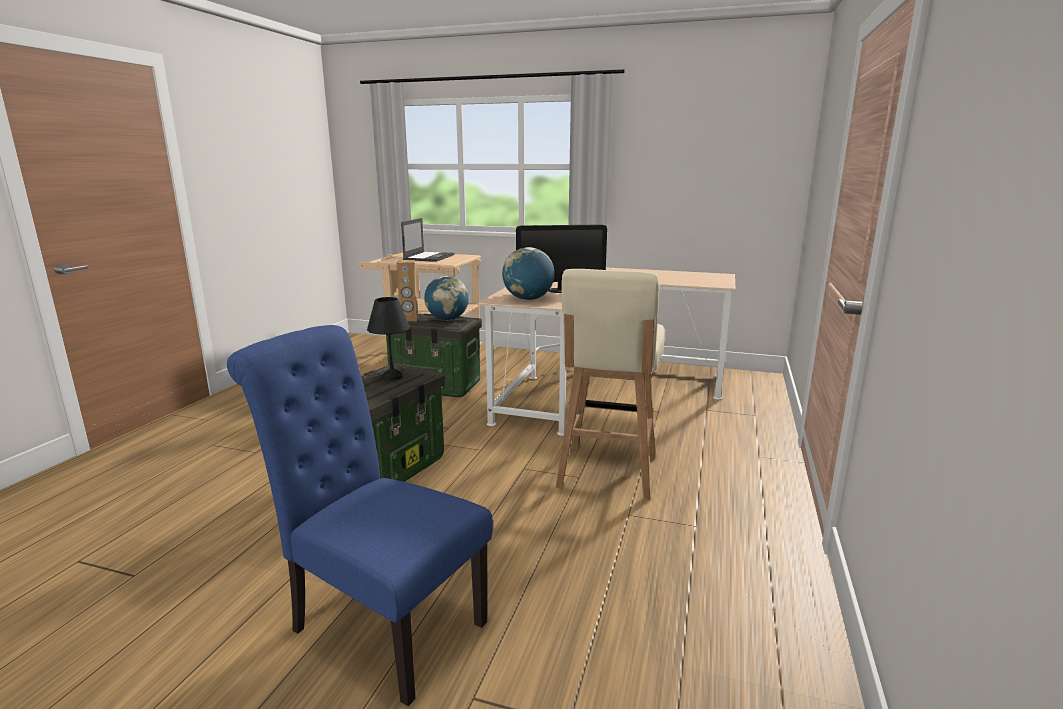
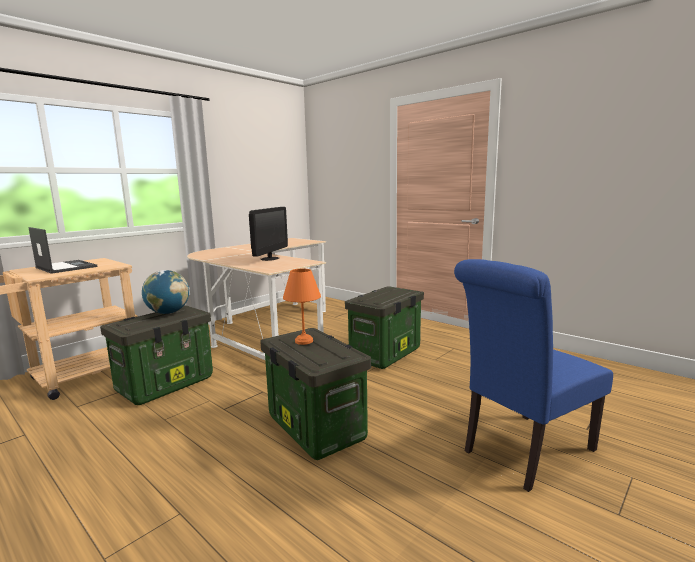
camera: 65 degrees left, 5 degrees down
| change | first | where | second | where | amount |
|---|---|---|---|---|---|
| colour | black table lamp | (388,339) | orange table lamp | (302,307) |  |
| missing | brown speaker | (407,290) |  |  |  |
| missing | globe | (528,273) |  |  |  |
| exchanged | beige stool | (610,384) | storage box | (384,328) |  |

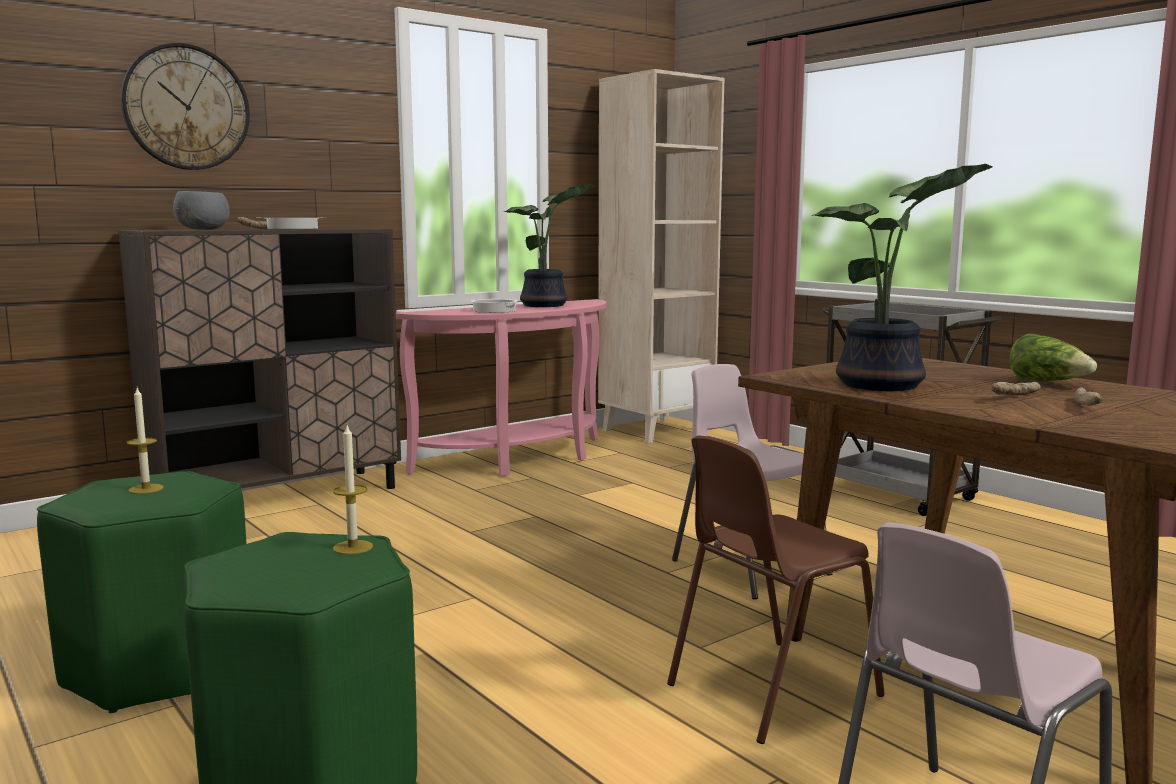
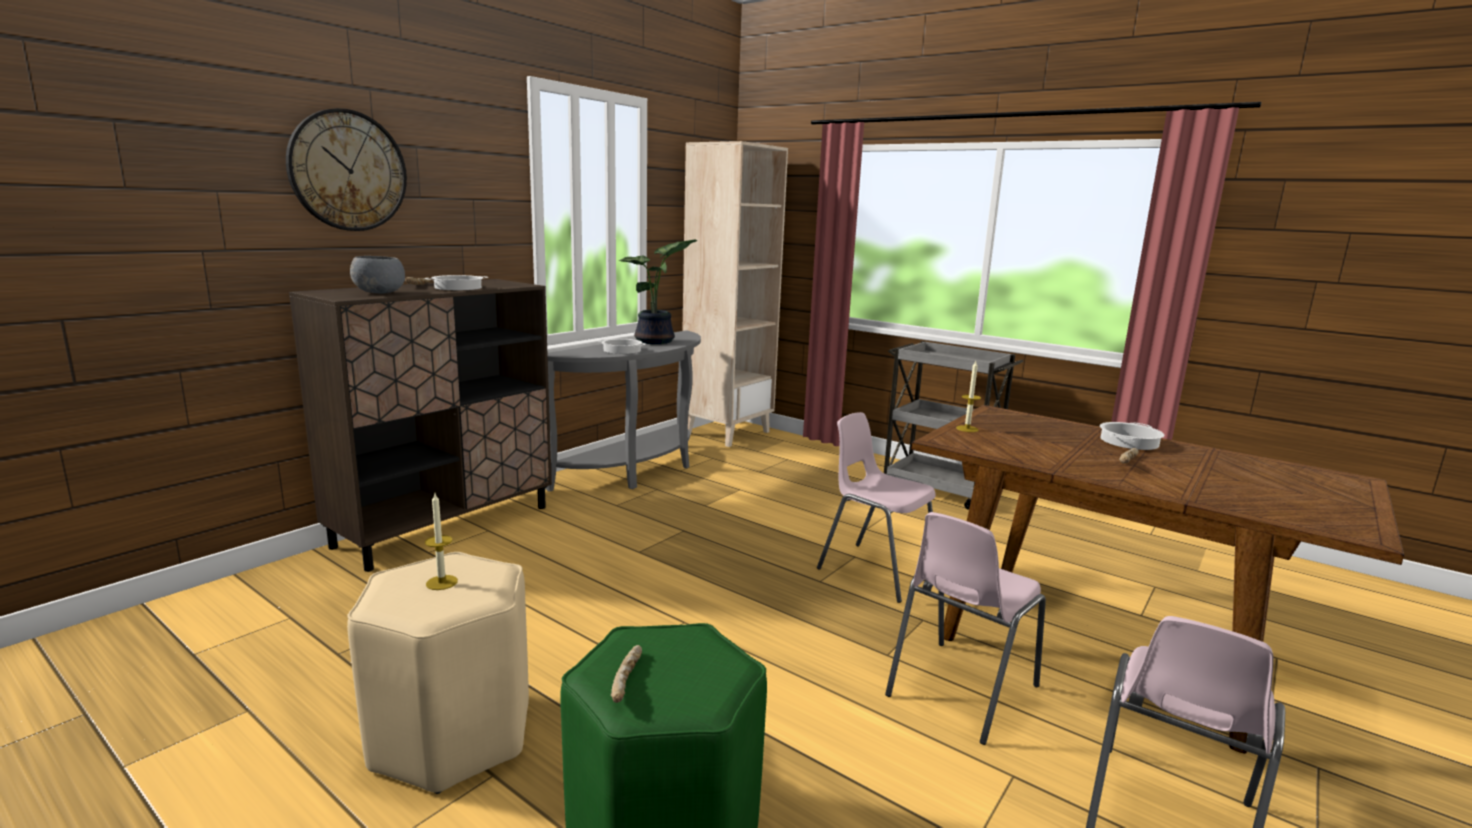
camera: 15 degrees left, 5 degrees up
| change | first | where | second | where | amount |
|---|---|---|---|---|---|
| colour | green stool | (142,592) | beige stool | (438,673) |  |
| relocated | candle | (353,490) |  | (968,396) |  |
| colour | pink console table | (501,388) | grey console table | (623,411) |  |
| colour | brown chair | (776,590) | pink chair | (965,628) |  |
| missing | potted plant | (902,277) |  |  |  |
| exchanged | lettuce | (1053,357) | cooking pot | (1132,436) |  |
| relocated | bread | (1088,396) |  | (626,674) |  |

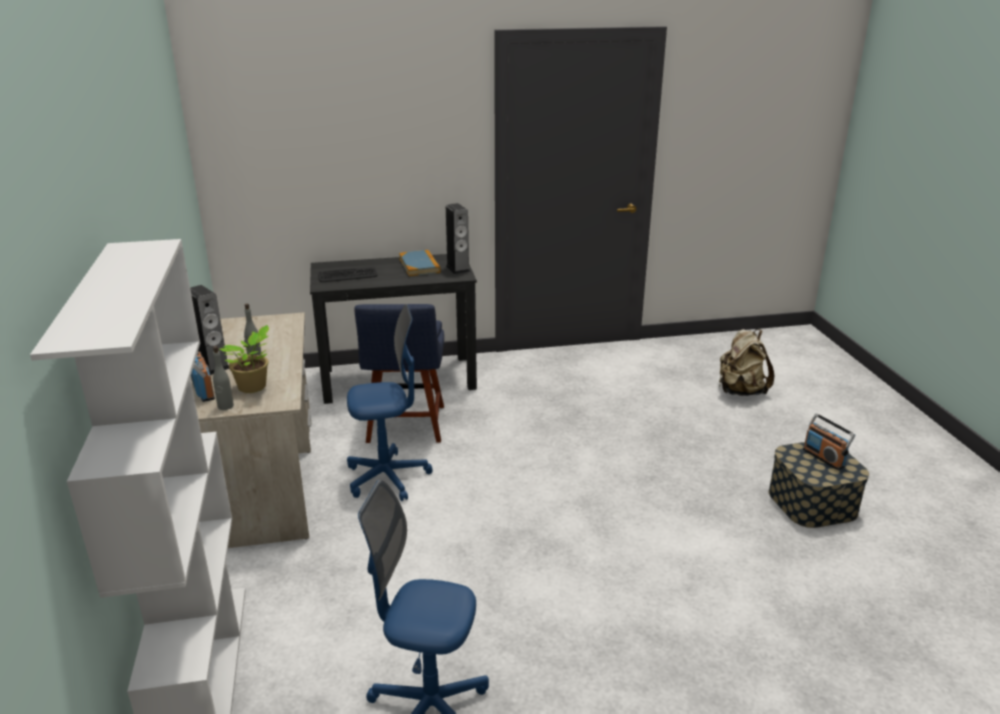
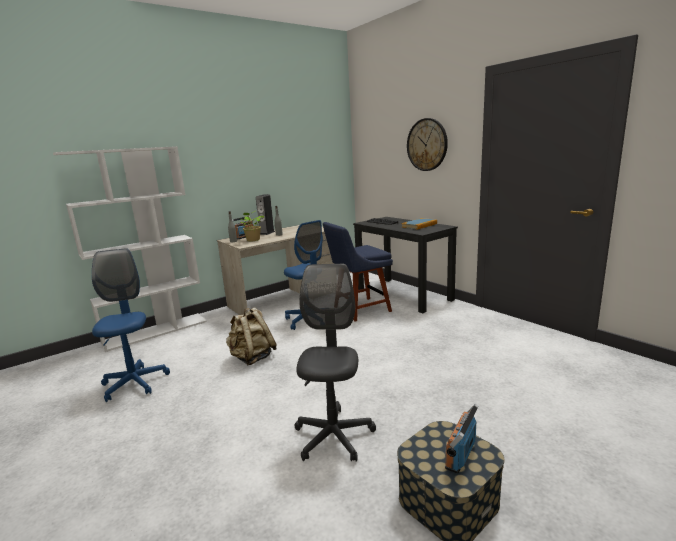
camera: 65 degrees right, 10 degrees down
| change | first | where | second | where | amount |
|---|---|---|---|---|---|
| missing | speaker | (458,238) |  |  |  |
| relocated | beige backpack | (746,362) |  | (251,336) |  |
| appeared |  |  | grey office chair | (335,363) |  |
| appeared |  |  | wall clock | (427,144) |  |

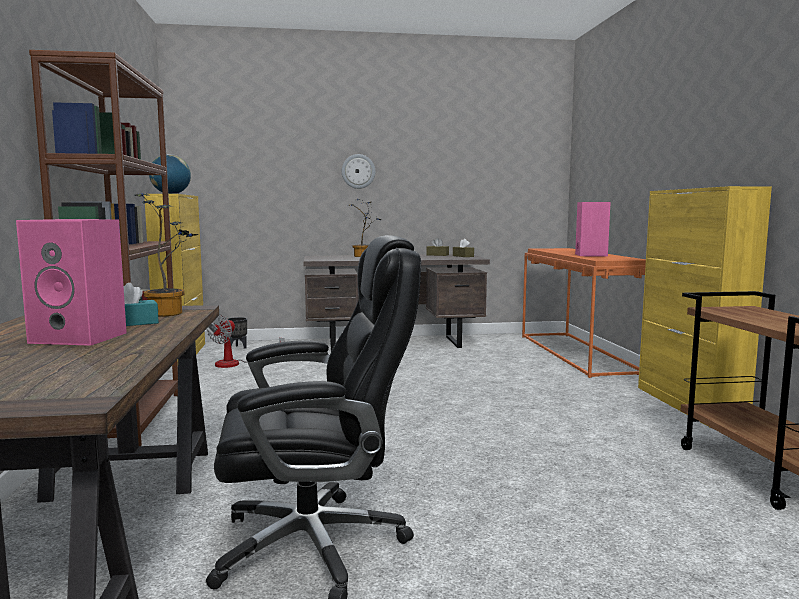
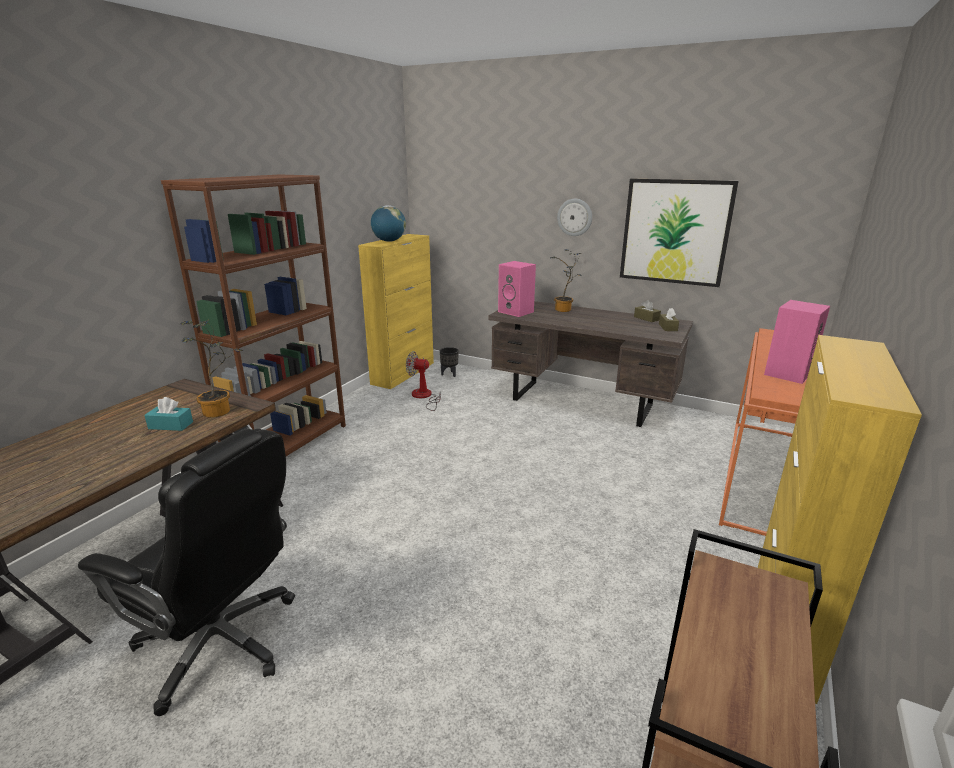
camera: 35 degrees right, 15 degrees up
| change | first | where | second | where | amount |
|---|---|---|---|---|---|
| relocated | pink speaker | (71,282) |  | (517,289) |  |
| spun | fan | (245,341) |  | (423,381) | 45 degrees clockwise |
| appeared |  |  | picture | (679,233) |  |

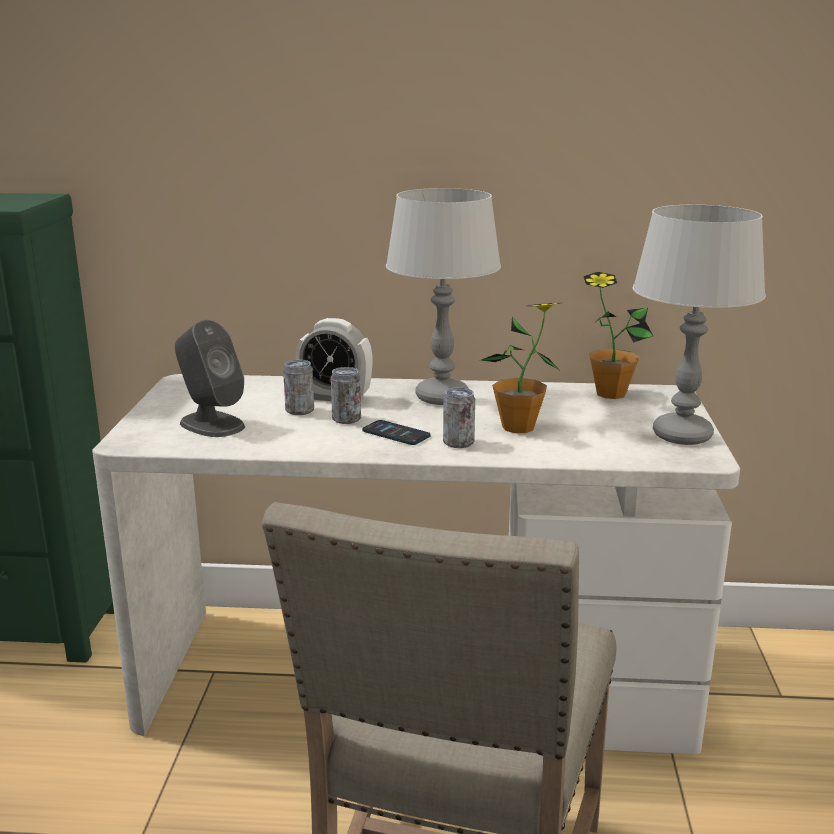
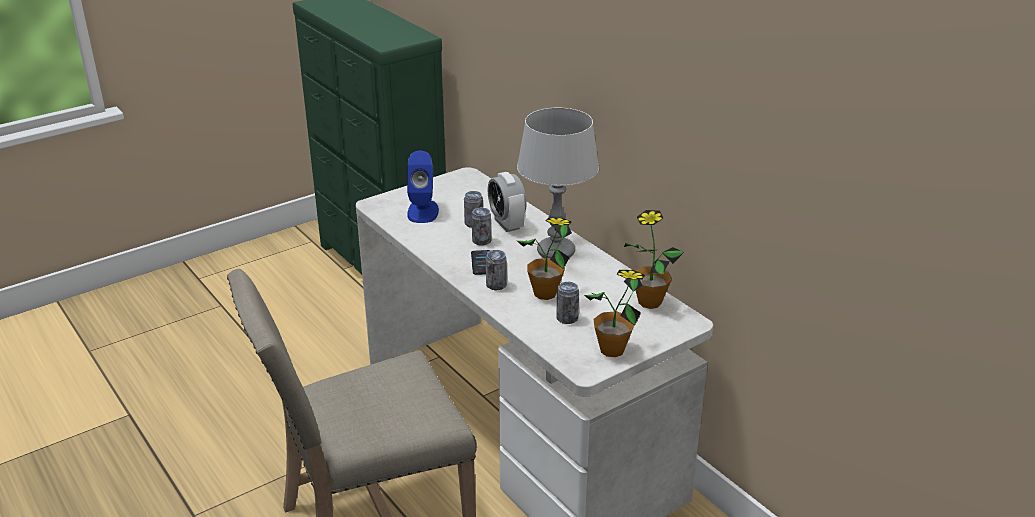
camera: 50 degrees right, 10 degrees up
| change | first | where | second | where | amount |
|---|---|---|---|---|---|
| colour | grey speaker | (210,378) | blue speaker | (423,187) |  |
| exchanged | grey table lamp | (699,325) | potted plant | (614,313) |  |
| appeared |  |  | can | (567,303) |  |

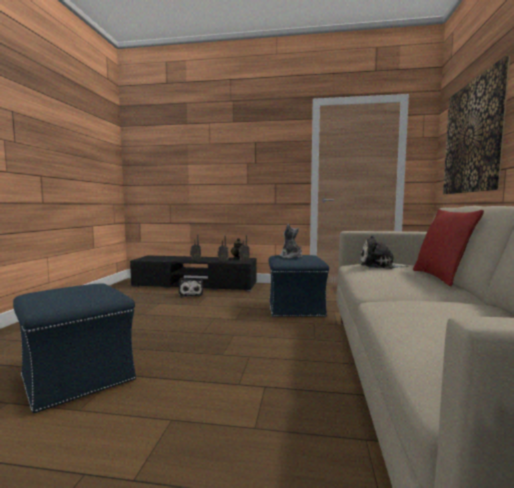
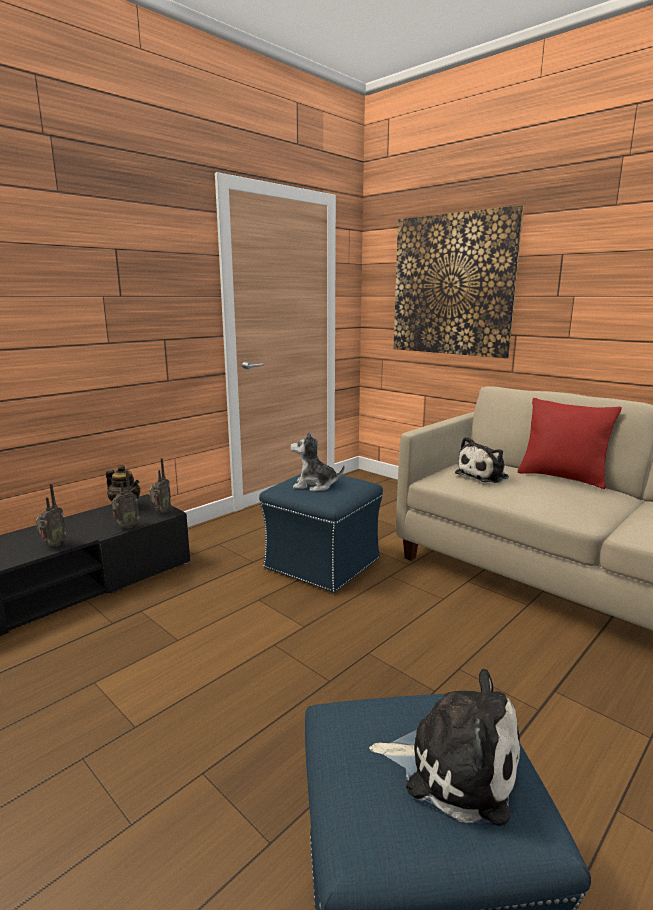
camera: 55 degrees left, 10 degrees up
| change | first | where | second | where | amount |
|---|---|---|---|---|---|
| relocated | plush toy | (191,288) |  | (444,747) |  |

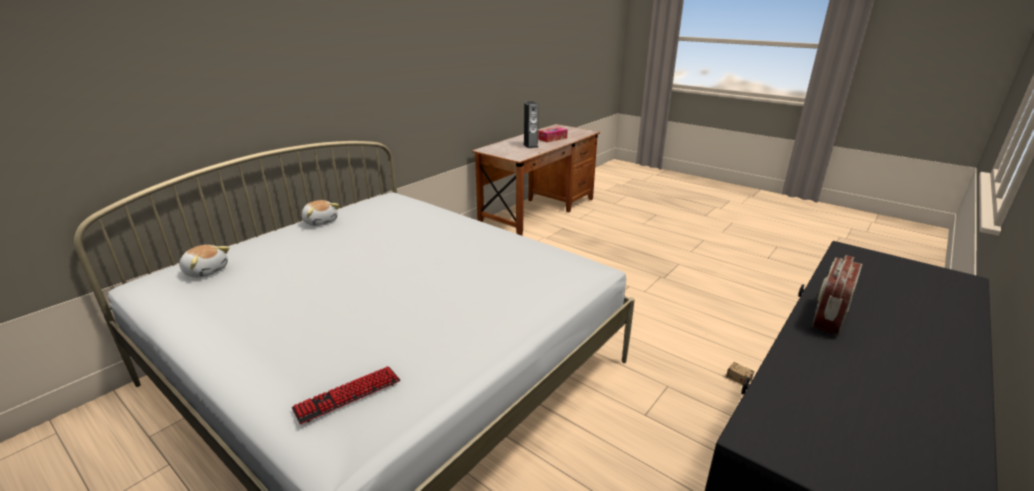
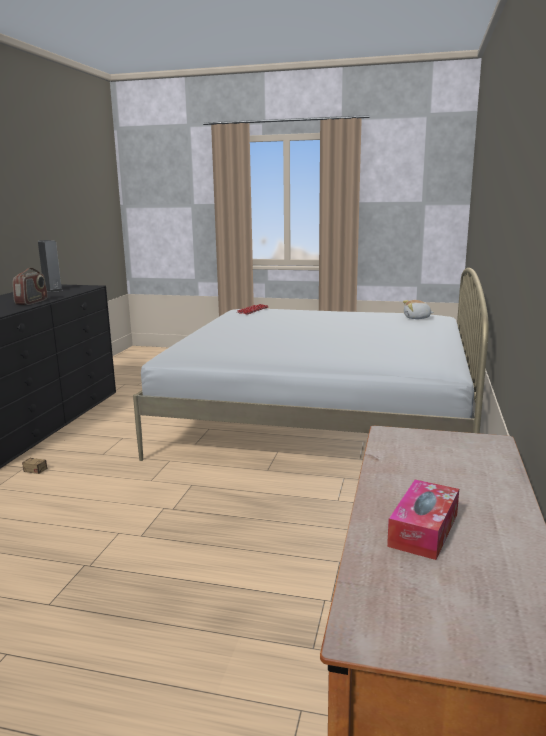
camera: 155 degrees right, 10 degrees down
| change | first | where | second | where | amount |
|---|---|---|---|---|---|
| missing | plush toy | (320,213) |  |  |  |
| relocated | speaker | (531,124) |  | (50,266) |  |

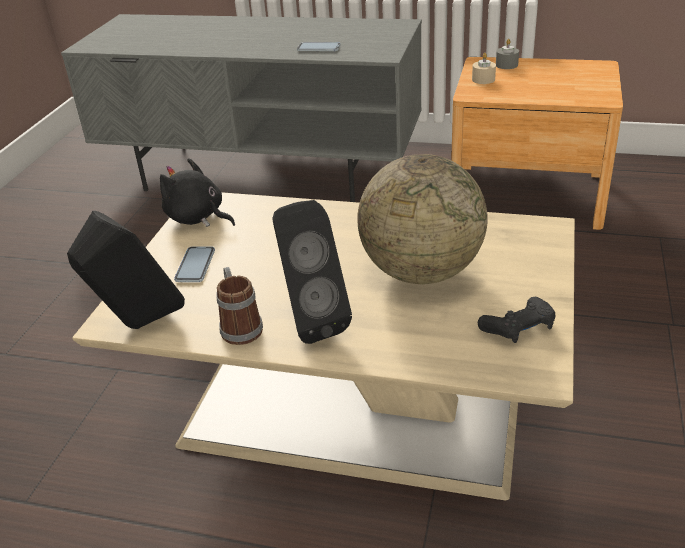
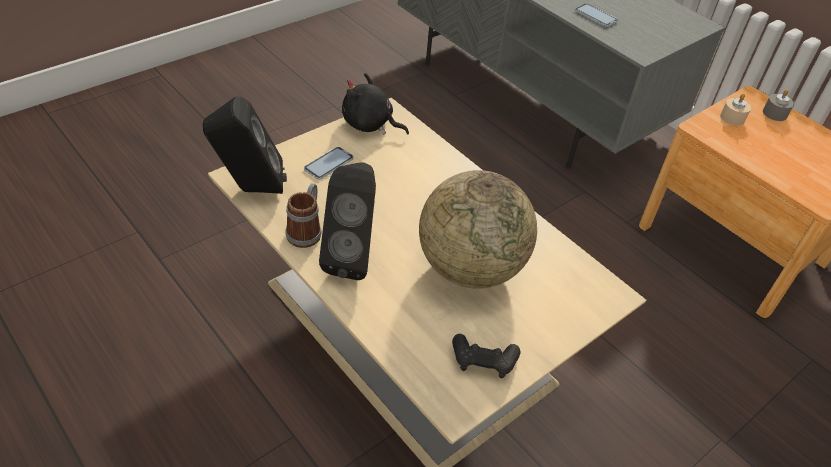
camera: 30 degrees right, 10 degrees up
| change | first | where | second | where | amount |
|---|---|---|---|---|---|
| spun | black plush toy | (197,192) |  | (375,104) | 45 degrees counterclockwise |

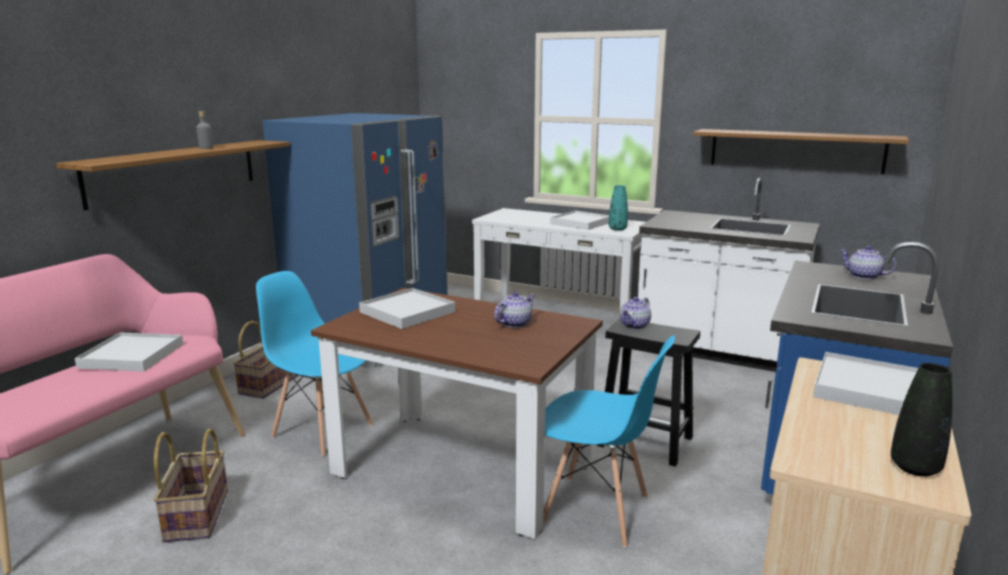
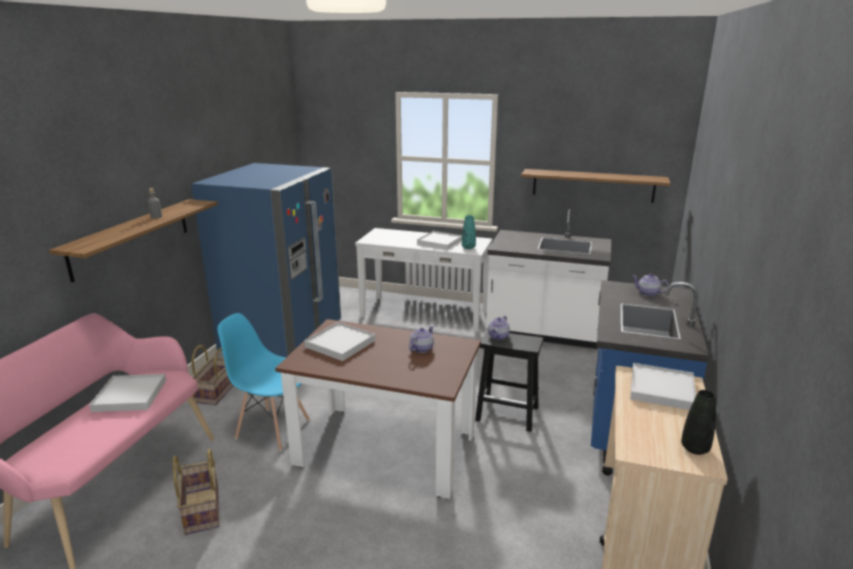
camera: 10 degrees left, 5 degrees up
| change | first | where | second | where | amount |
|---|---|---|---|---|---|
| missing | blue chair | (609,441) |  |  |  |

